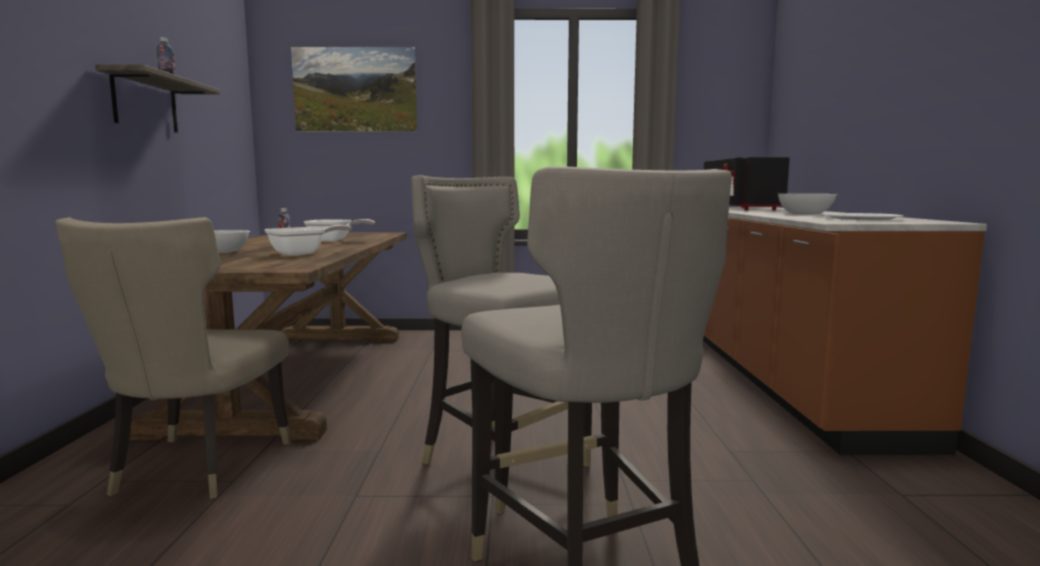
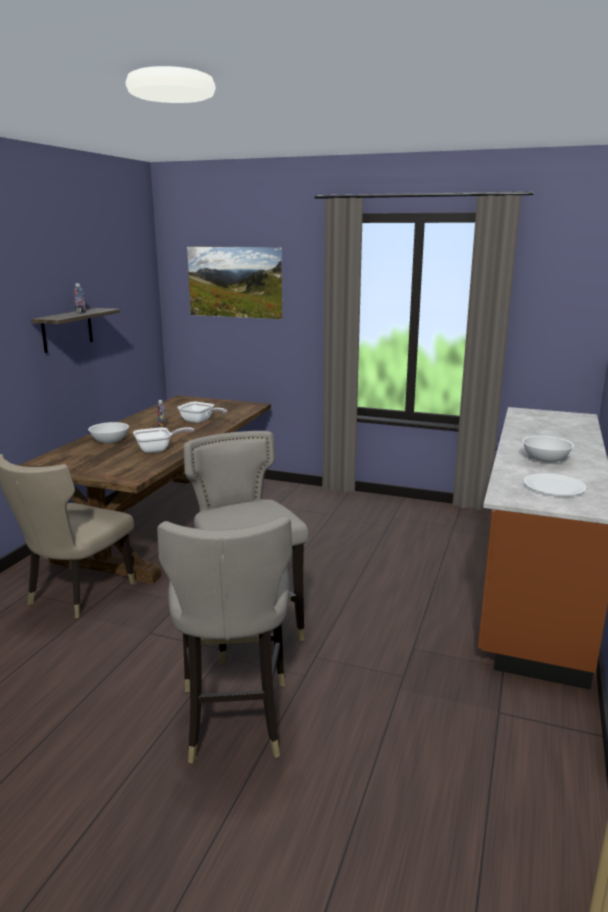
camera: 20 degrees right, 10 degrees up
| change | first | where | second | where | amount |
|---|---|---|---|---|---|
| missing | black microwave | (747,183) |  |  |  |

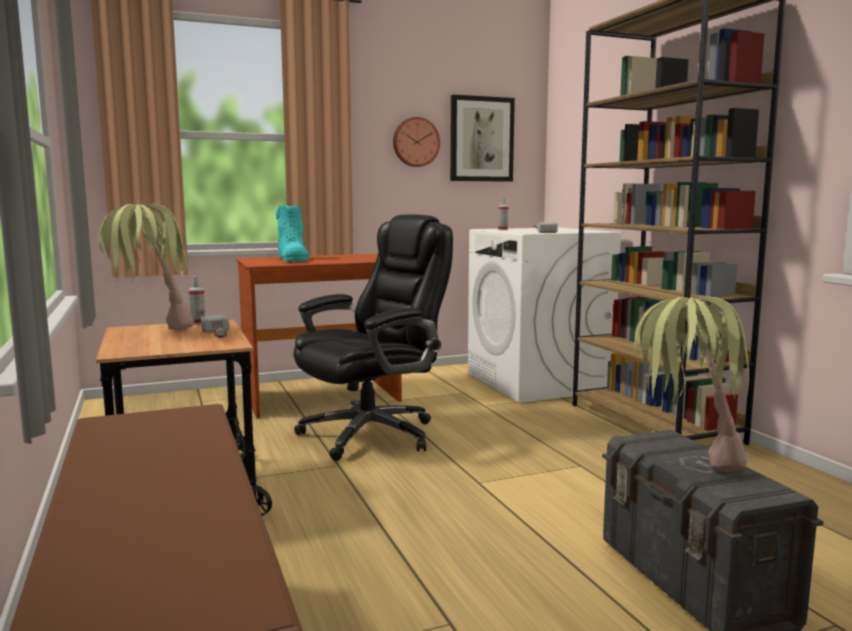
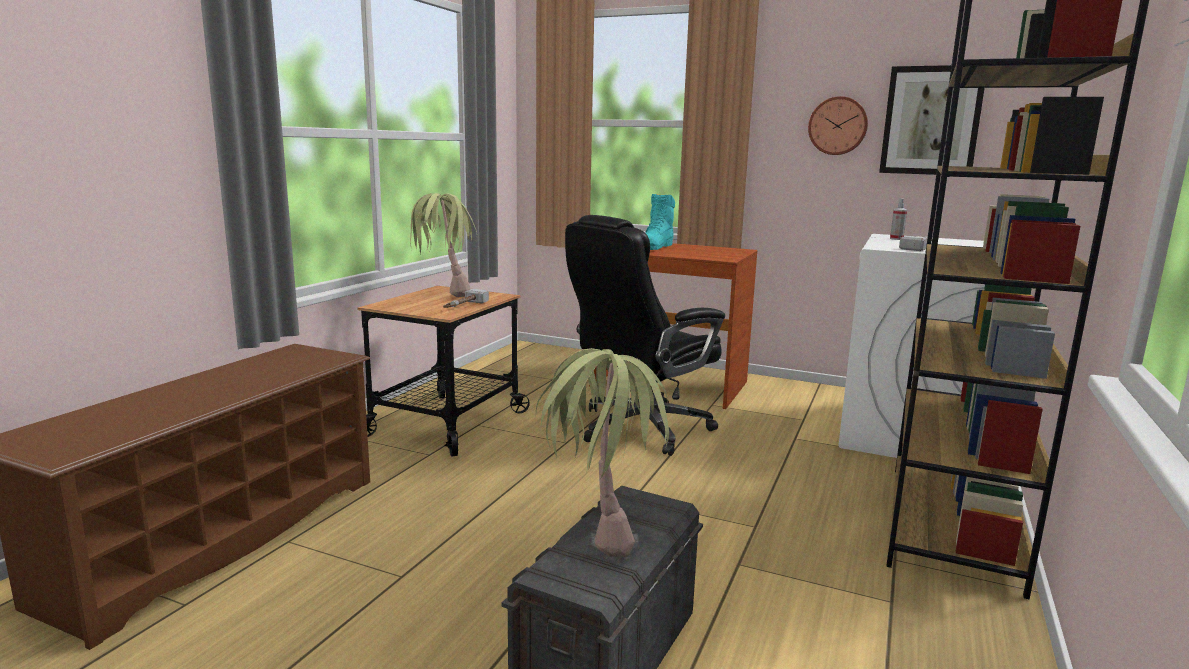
camera: 45 degrees right, 5 degrees up
| change | first | where | second | where | amount |
|---|---|---|---|---|---|
| missing | spray bottle | (196,300) |  |  |  |
| spun | black office chair | (373,337) |  | (645,335) | 135 degrees clockwise |

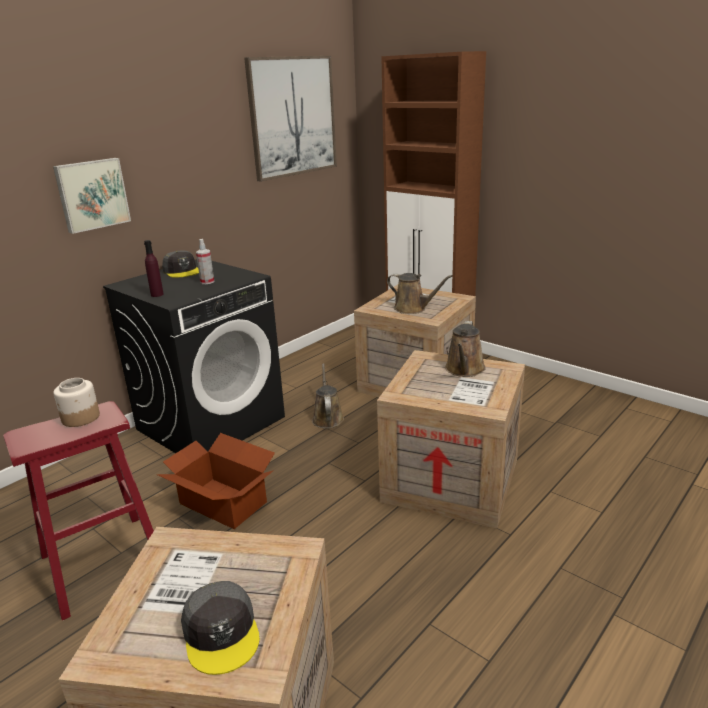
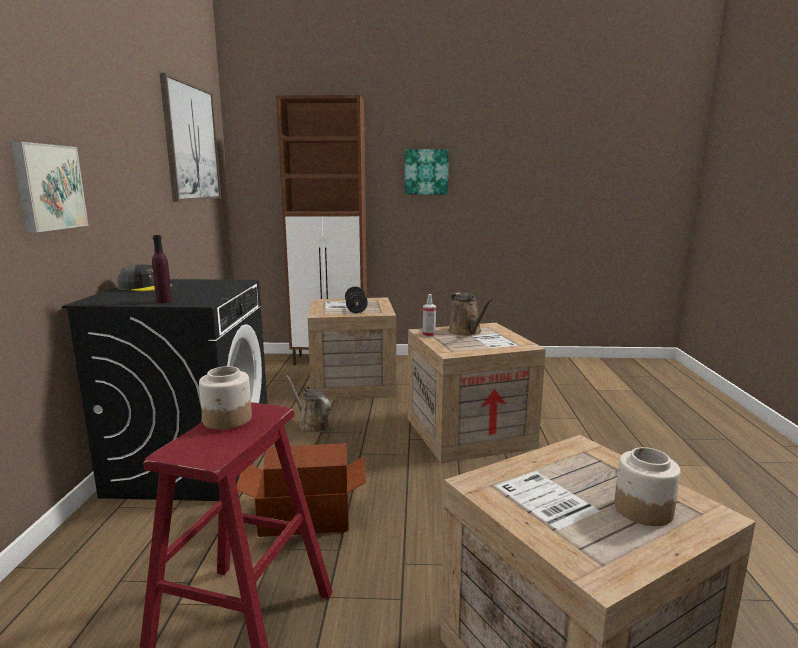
camera: 40 degrees left, 10 degrees down
| change | first | where | second | where | amount |
|---|---|---|---|---|---|
| exchanged | grey cap | (220,628) | jar | (647,486) |  |
| relocated | spray bottle | (205,261) |  | (429,315) |  |
| exchanged | brown watering can | (420,293) | black dumbbell | (356,299) |  |
| appeared |  |  | picture | (427,171) |  |

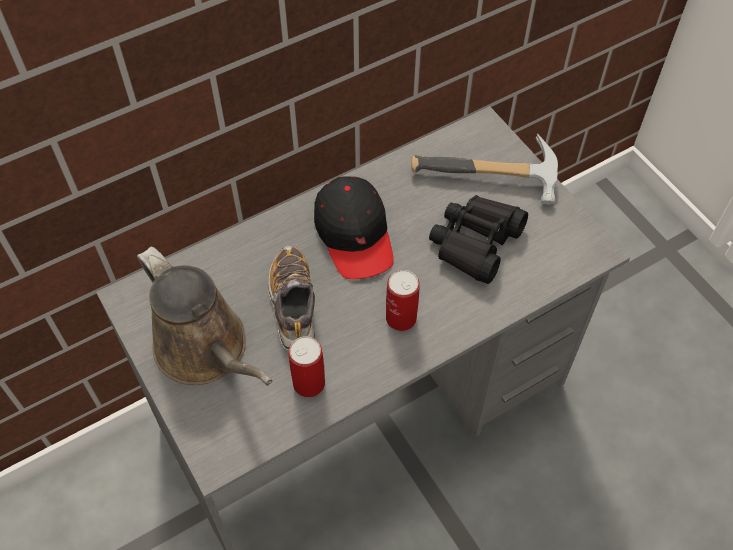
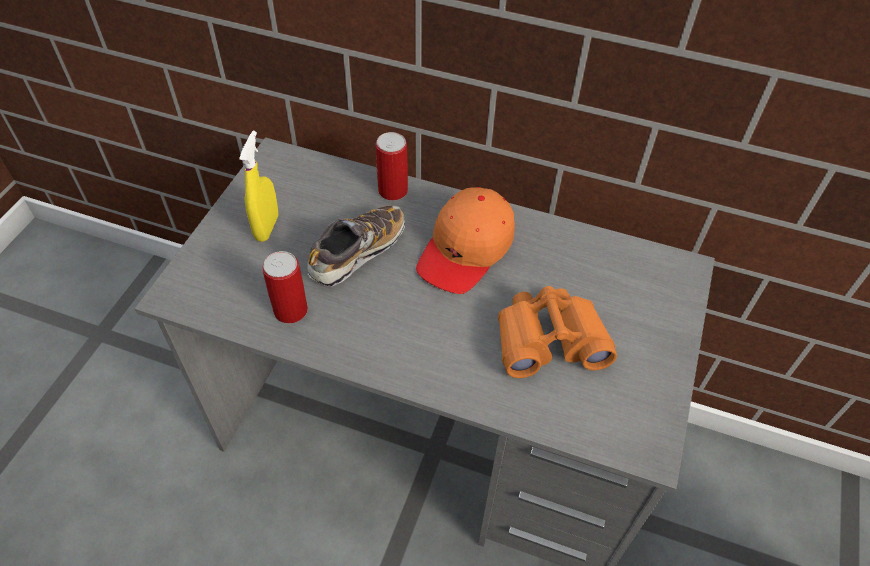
camera: 50 degrees right, 5 degrees down
| change | first | where | second | where | amount |
|---|---|---|---|---|---|
| exchanged | brown watering can | (204,316) | yellow spray bottle | (258,186) |  |
| colour | black cap | (354,227) | orange cap | (465,240) |  |
| relocated | can | (403,300) |  | (392,166) |  |
| missing | hammer | (484,169) |  |  |  |
| colour | black binoculars | (478,239) | orange binoculars | (557,332) |  |

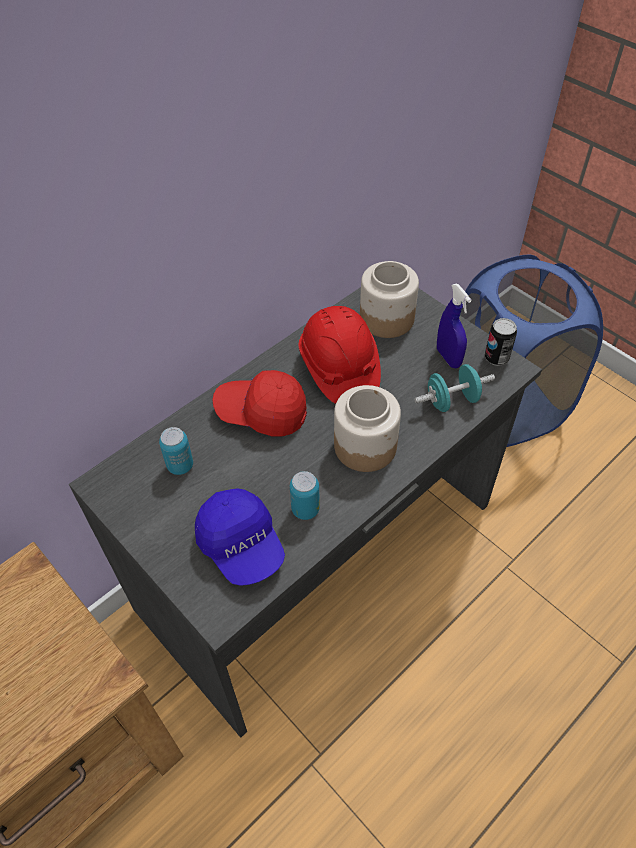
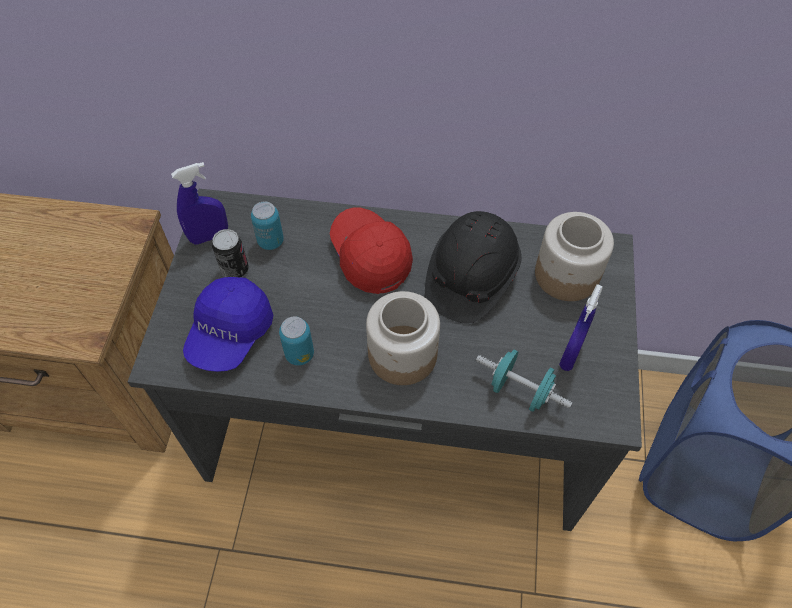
camera: 50 degrees right, 5 degrees up
| change | first | where | second | where | amount |
|---|---|---|---|---|---|
| colour | red hard hat | (339,355) | black hard hat | (473,267) |  |
| relocated | can | (501,342) |  | (230,253) |  |
| appeared |  |  | blue spray bottle | (199,203) |  |

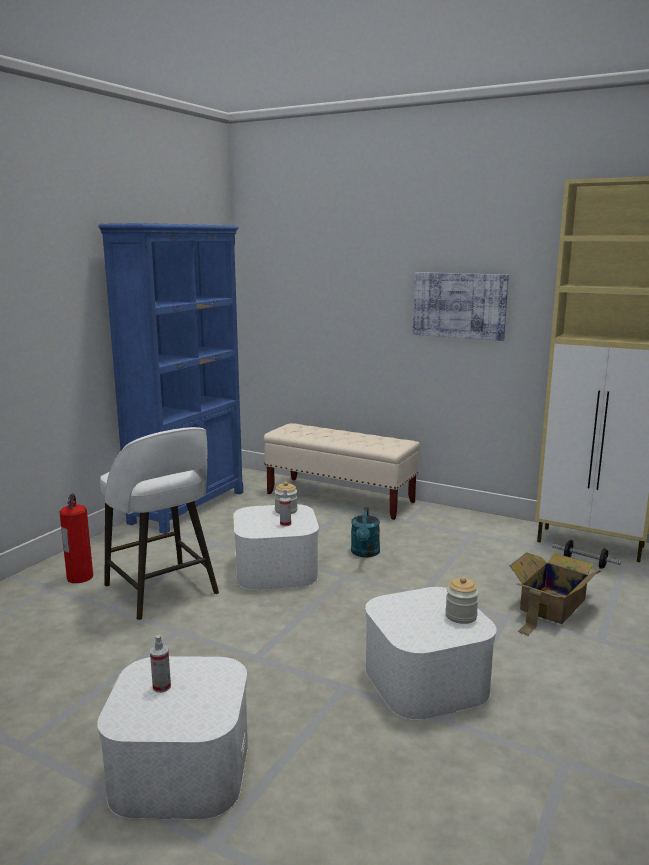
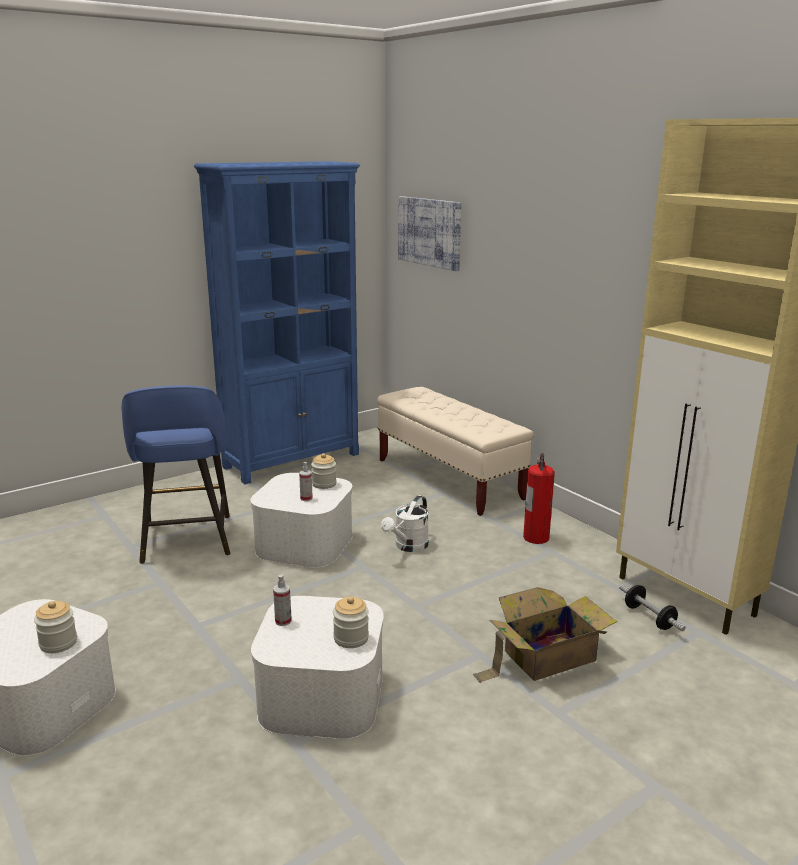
camera: 25 degrees right, 5 degrees up
| change | first | where | second | where | amount |
|---|---|---|---|---|---|
| relocated | fire extinguisher | (76,538) |  | (539,498) |  |
| colour | white stool | (159,523) | blue stool | (176,474) |  |
| relocated | spray bottle | (160,664) |  | (282,600) |  |
| colour | turquoise watering can | (365,532) | white watering can | (405,523) |  |
| relocated | picture | (461,306) |  | (429,233) |  |
| appeared |  |  | jar | (55,627) |  |

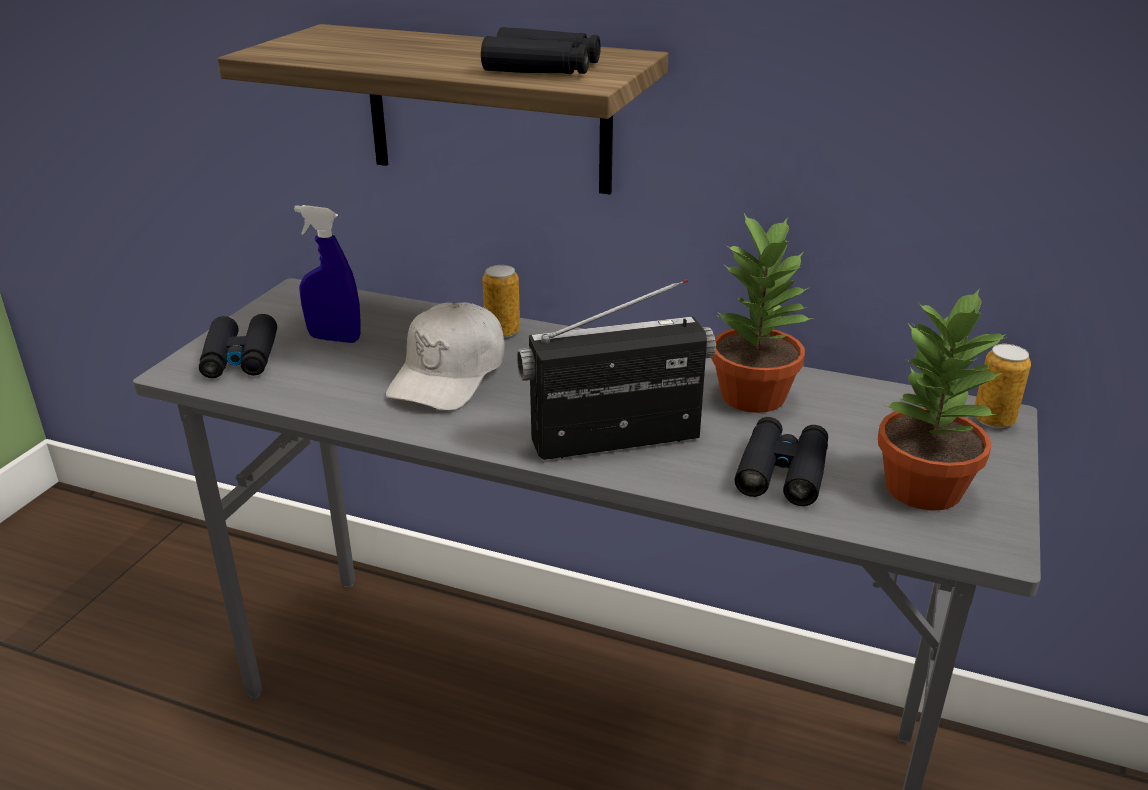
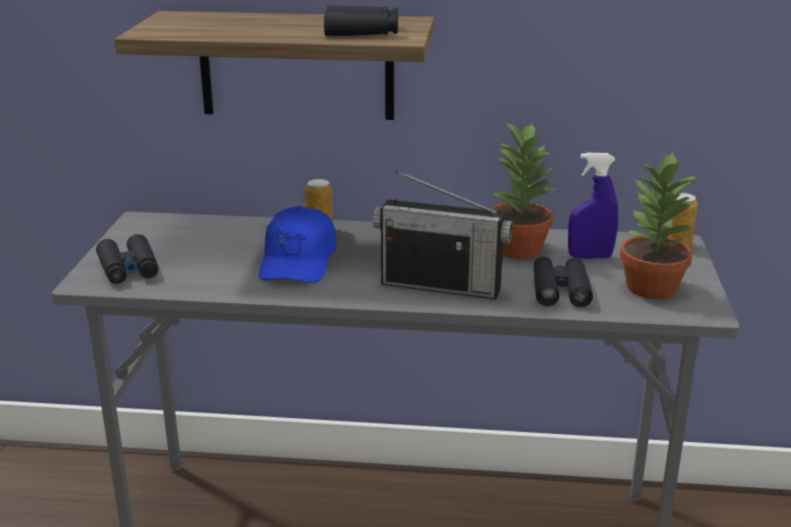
camera: 15 degrees left, 5 degrees down
| change | first | where | second | where | amount |
|---|---|---|---|---|---|
| relocated | blue spray bottle | (327,274) |  | (593,206) |  |
| colour | white cap | (445,356) | blue cap | (297,244) |  |
| spun | radio | (616,369) |  | (443,235) | 135 degrees counterclockwise |

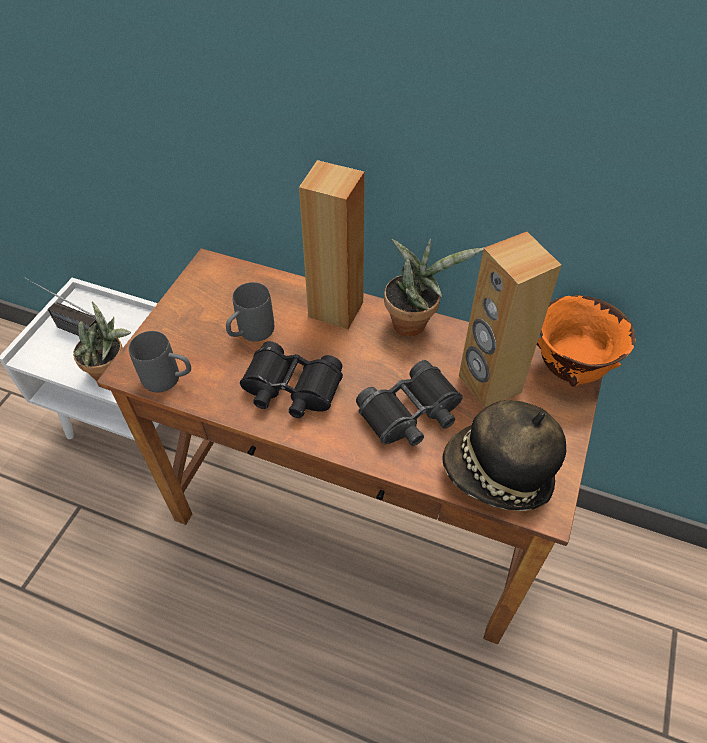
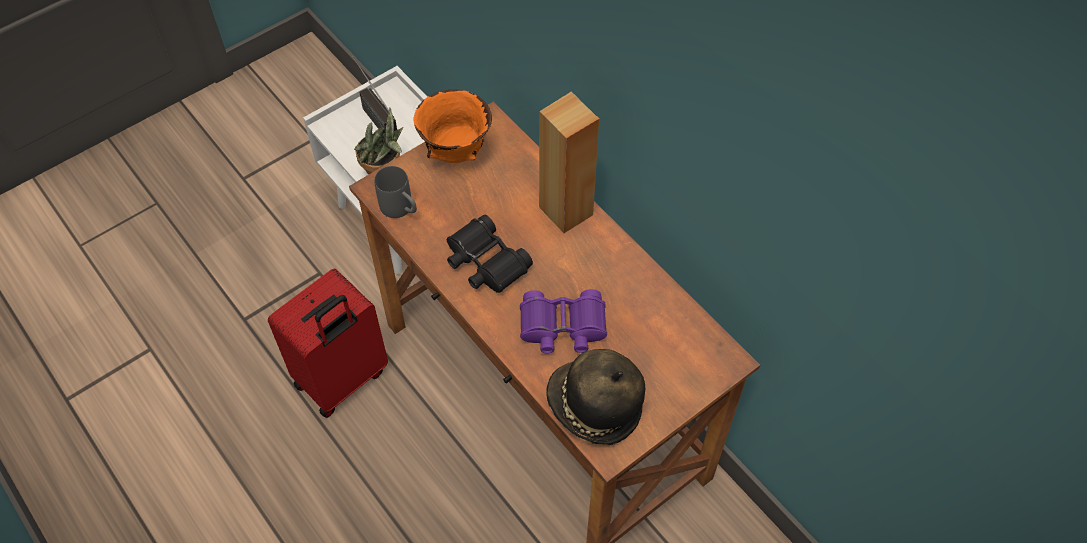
camera: 30 degrees right, 5 degrees up
| change | first | where | second | where | amount |
|---|---|---|---|---|---|
| missing | grey mug | (250,312) |  |  |  |
| colour | black binoculars | (409,403) | purple binoculars | (563,321) |  |
| missing | potted plant | (434,287) |  |  |  |
| missing | brown speaker | (510,320) |  |  |  |
| relocated | orange bowl | (586,341) |  | (453,126) |  |
| appeared |  |  | red suitcase | (328,343) |  |

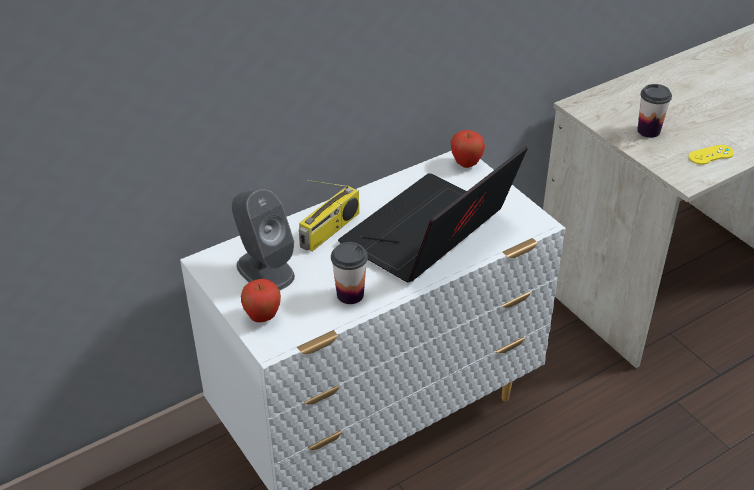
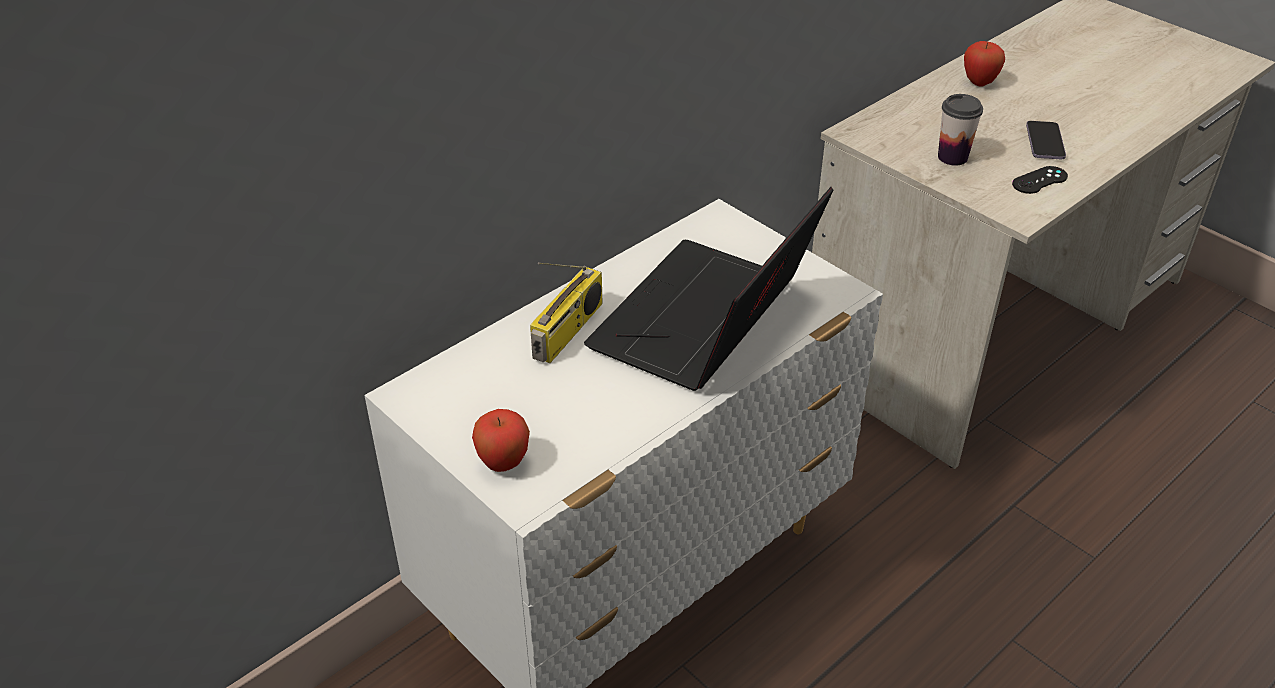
camera: 10 degrees left, 0 degrees up
| change | first | where | second | where | amount |
|---|---|---|---|---|---|
| missing | grey speaker | (263,239) |  |  |  |
| missing | cup | (349,273) |  |  |  |
| relocated | apple | (468,149) |  | (984,64) |  |
| colour | yellow game controller | (711,155) | black game controller | (1040,180) |  |
| appeared |  |  | phone | (1046,140) |  |

